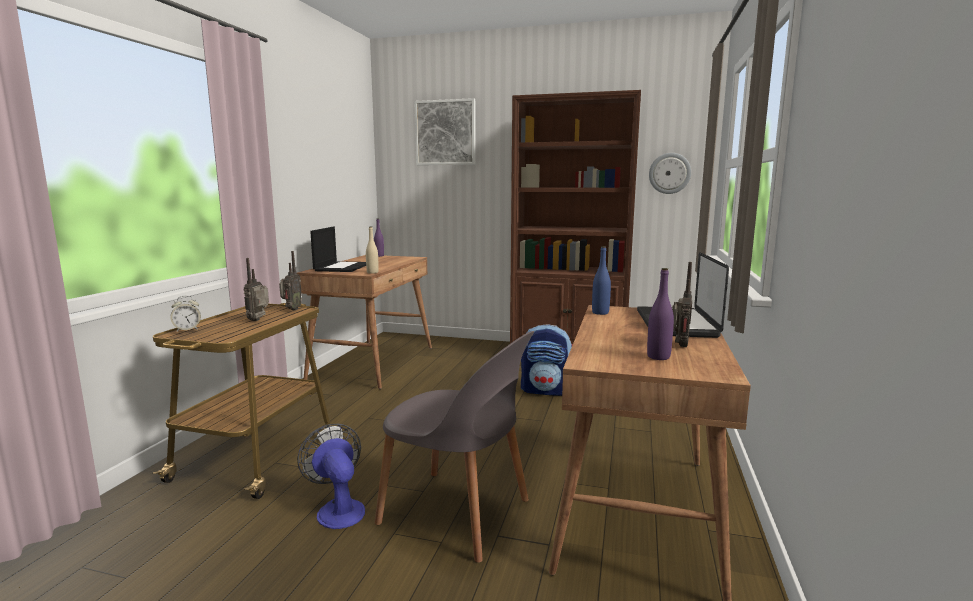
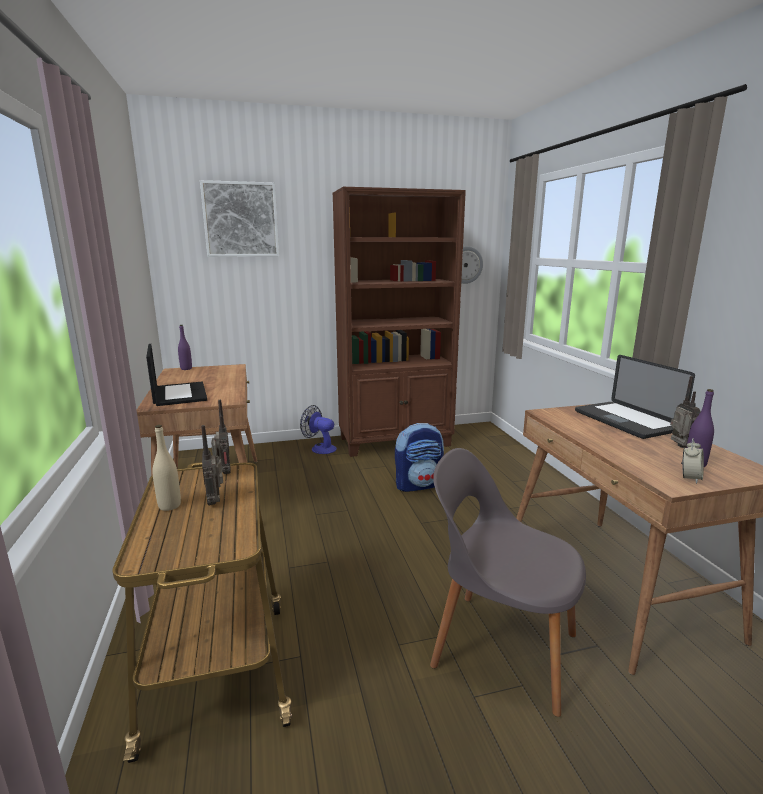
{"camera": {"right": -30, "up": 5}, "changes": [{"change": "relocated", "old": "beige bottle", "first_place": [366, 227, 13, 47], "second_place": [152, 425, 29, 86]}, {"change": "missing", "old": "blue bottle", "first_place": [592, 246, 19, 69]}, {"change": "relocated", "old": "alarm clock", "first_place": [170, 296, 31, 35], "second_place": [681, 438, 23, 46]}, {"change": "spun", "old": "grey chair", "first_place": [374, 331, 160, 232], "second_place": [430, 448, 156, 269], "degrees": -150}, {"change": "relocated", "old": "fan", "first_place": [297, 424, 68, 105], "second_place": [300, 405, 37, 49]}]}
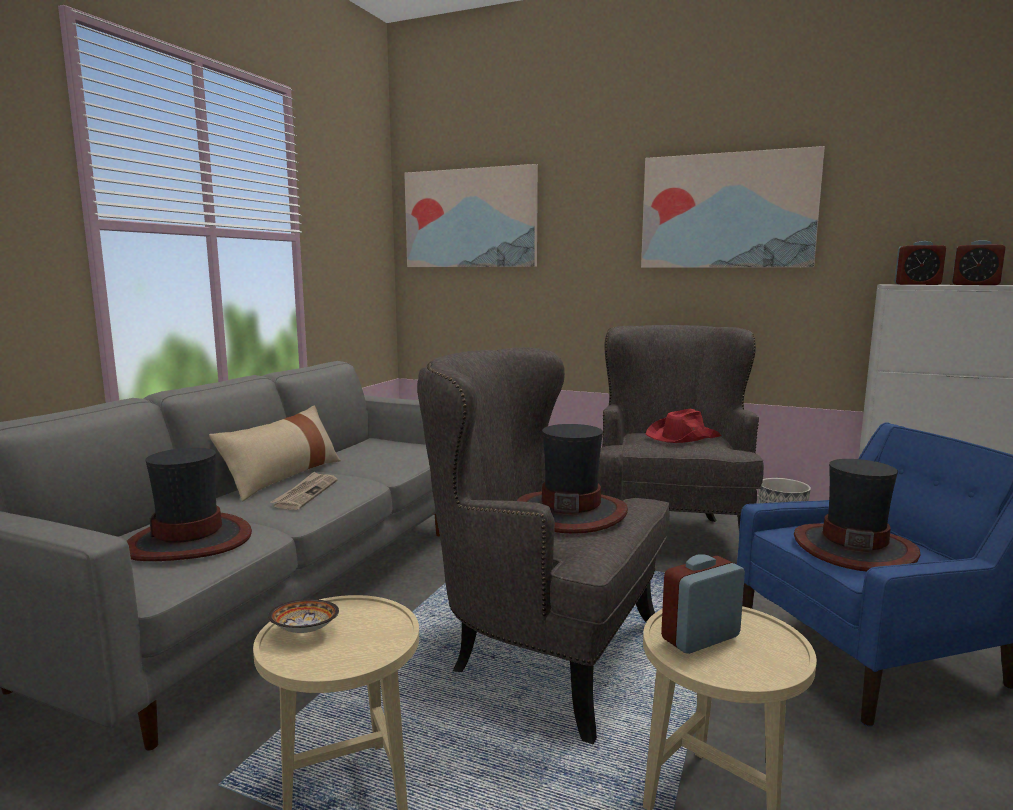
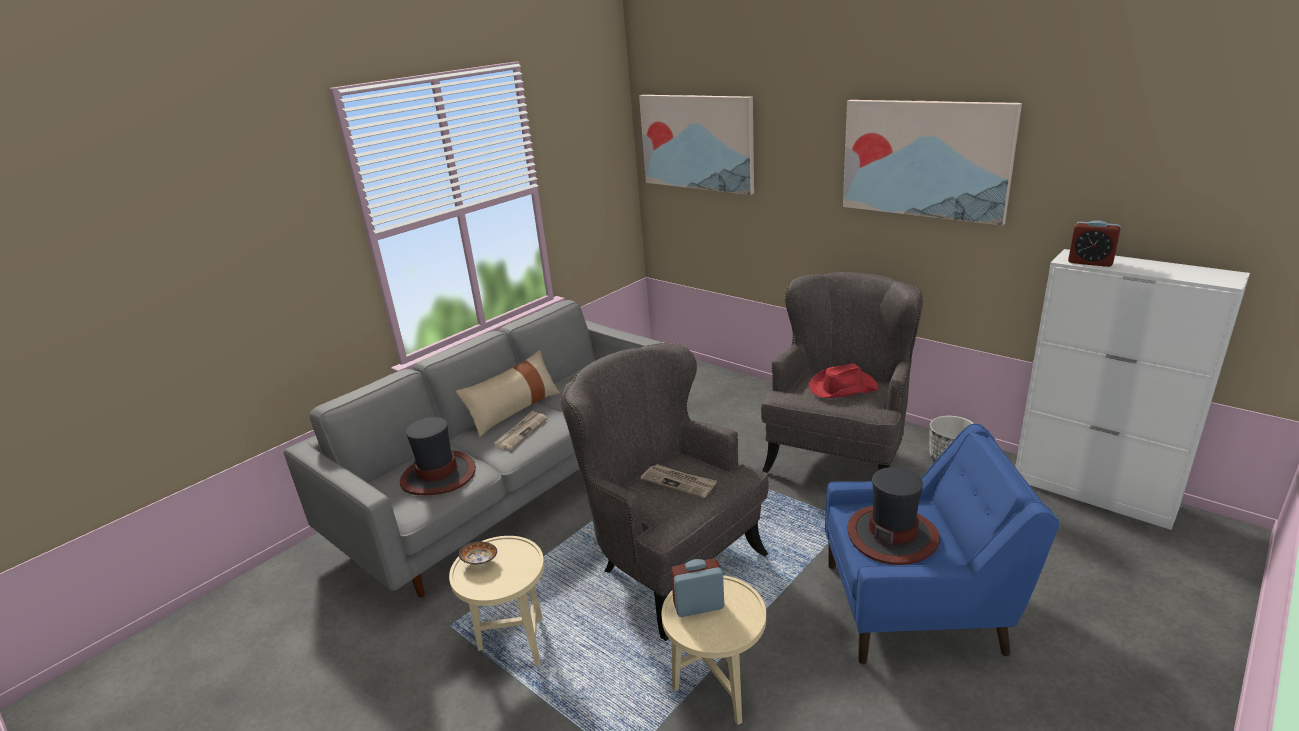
{"camera": {"right": 20, "up": 15}, "changes": [{"change": "missing", "old": "alarm clock", "first_place": [952, 240, 54, 45]}, {"change": "exchanged", "old": "hat", "new": "newspaper", "first_place": [517, 424, 111, 110], "second_place": [640, 464, 77, 34]}]}
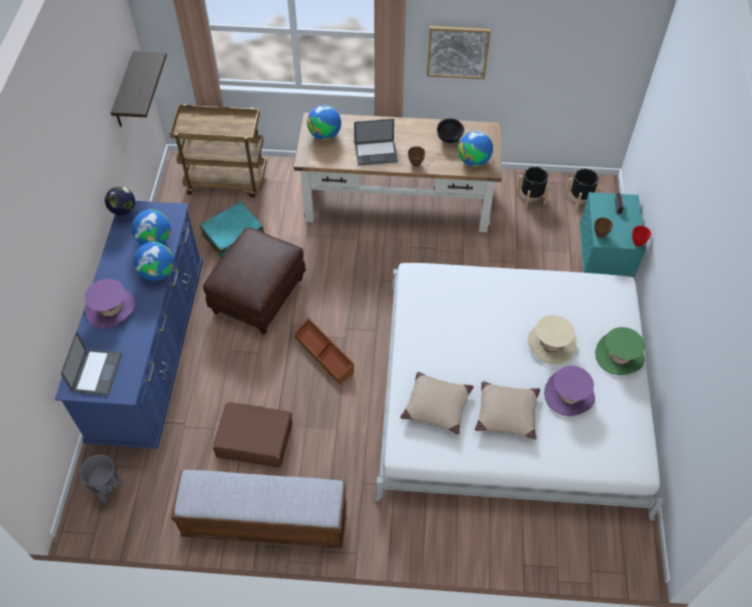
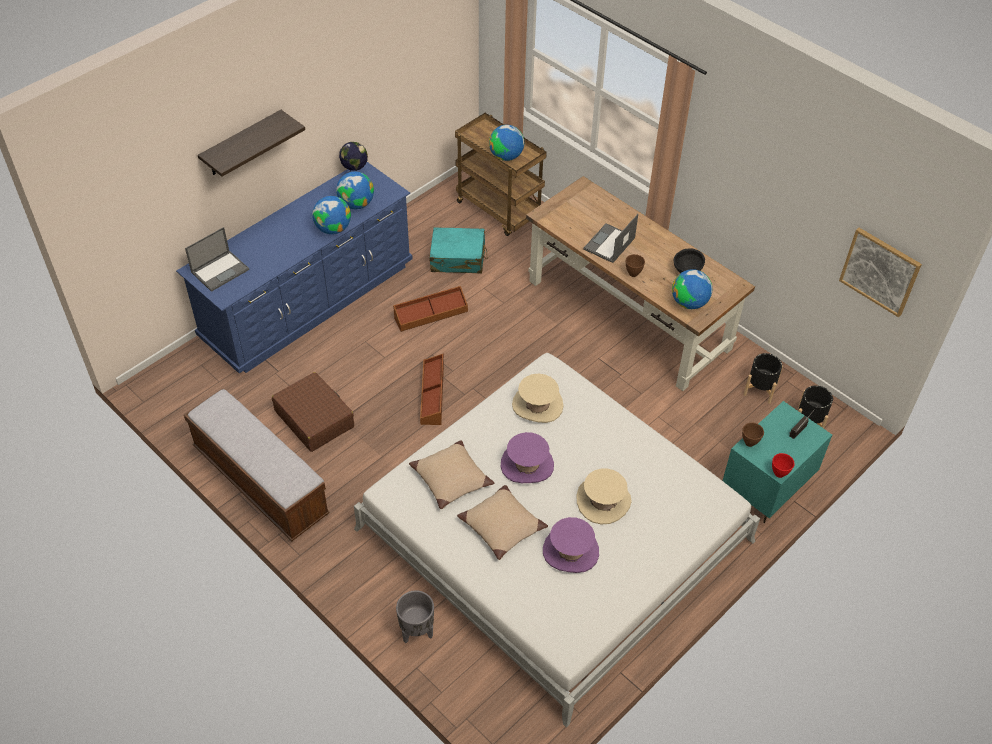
{"camera": {"right": 40, "up": -5}, "changes": [{"change": "relocated", "old": "picture", "first_place": [427, 26, 64, 53], "second_place": [839, 228, 83, 89]}, {"change": "relocated", "old": "shelf", "first_place": [111, 51, 56, 76], "second_place": [198, 110, 107, 67]}, {"change": "relocated", "old": "globe", "first_place": [307, 105, 34, 35], "second_place": [489, 125, 35, 36]}, {"change": "spun", "old": "laptop", "first_place": [354, 119, 44, 47], "second_place": [583, 214, 55, 49], "degrees": 90}, {"change": "exchanged", "old": "brown ottoman", "new": "brown storage box", "first_place": [203, 227, 103, 108], "second_place": [393, 286, 75, 46]}, {"change": "relocated", "old": "purple hat", "first_place": [84, 279, 52, 50], "second_place": [501, 432, 53, 51]}, {"change": "missing", "old": "green hat", "first_place": [595, 327, 50, 48]}, {"change": "relocated", "old": "grey planter", "first_place": [79, 455, 44, 48], "second_place": [396, 590, 38, 53]}, {"change": "appeared", "new": "beige hat", "second_place": [512, 374, 52, 49]}]}
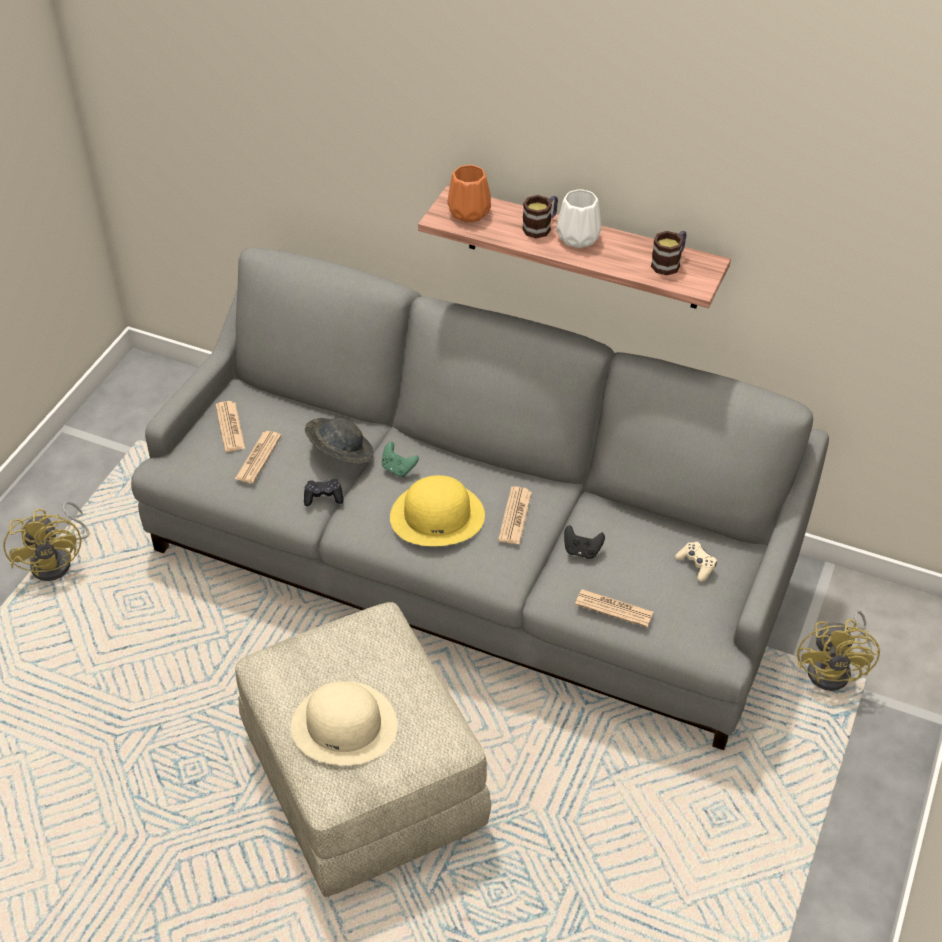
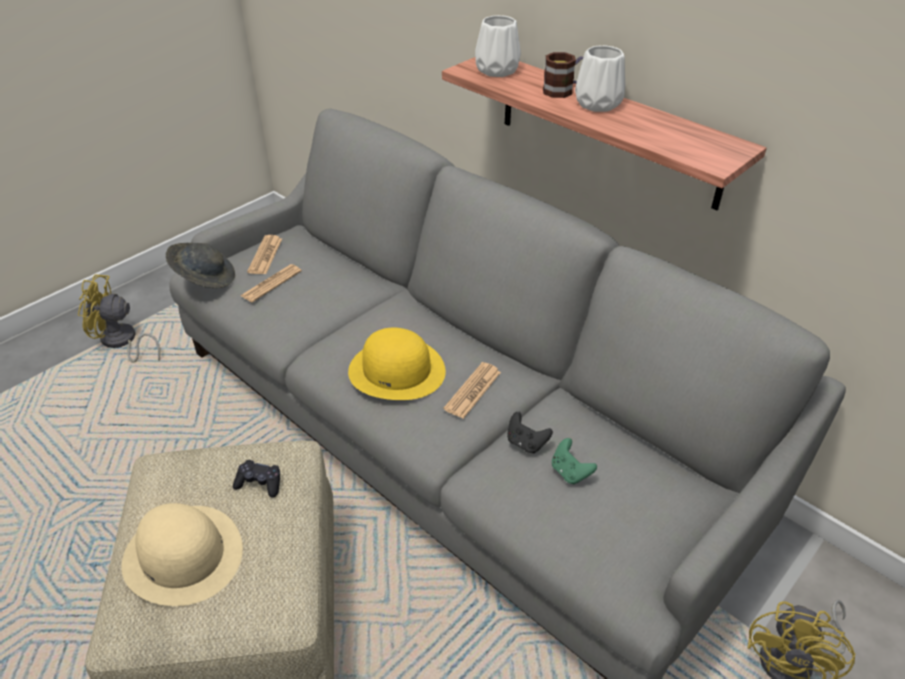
{"camera": {"right": 20, "up": -5}, "changes": [{"change": "colour", "old": "orange vase", "new": "white vase", "first_place": [447, 165, 44, 58], "second_place": [475, 15, 46, 62]}, {"change": "missing", "old": "mug", "first_place": [651, 231, 36, 44]}, {"change": "relocated", "old": "grey hat", "first_place": [305, 418, 69, 46], "second_place": [166, 243, 69, 45]}, {"change": "relocated", "old": "green game controller", "first_place": [382, 442, 37, 35], "second_place": [552, 438, 45, 46]}, {"change": "relocated", "old": "black game controller", "first_place": [304, 479, 40, 27], "second_place": [233, 460, 47, 38]}, {"change": "spun", "old": "yellow fan", "first_place": [3, 502, 87, 79], "second_place": [78, 274, 82, 89], "degrees": 90}, {"change": "missing", "old": "beige game controller", "first_place": [675, 542, 42, 40]}, {"change": "missing", "old": "newspaper", "first_place": [575, 589, 79, 38]}]}
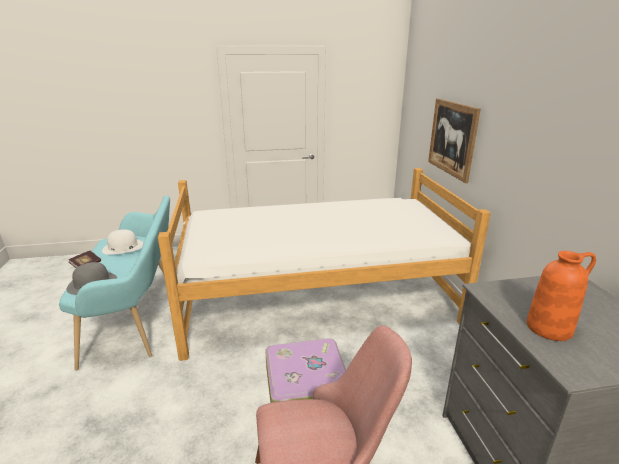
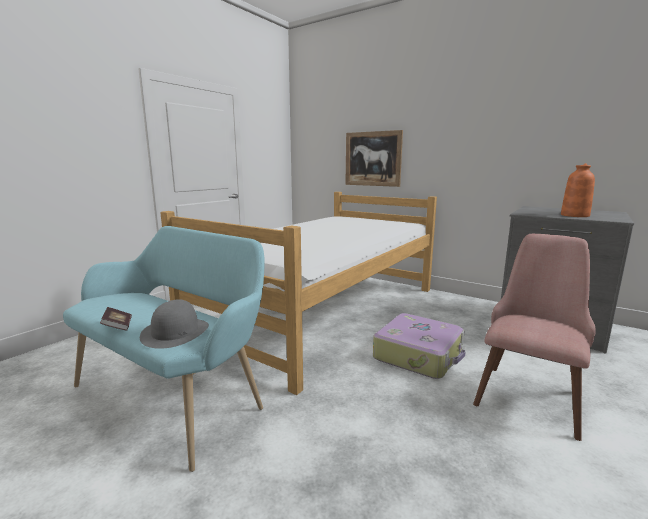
{"camera": {"right": -45, "up": -10}, "changes": [{"change": "missing", "old": "white hat", "first_place": [102, 229, 41, 26]}]}
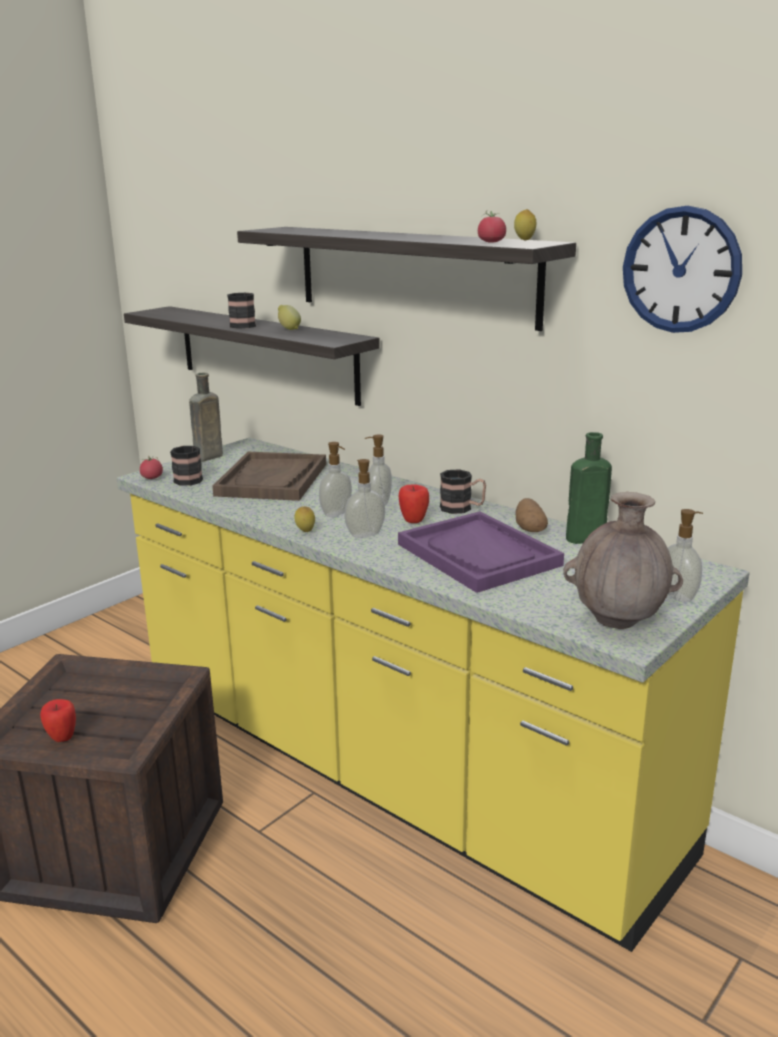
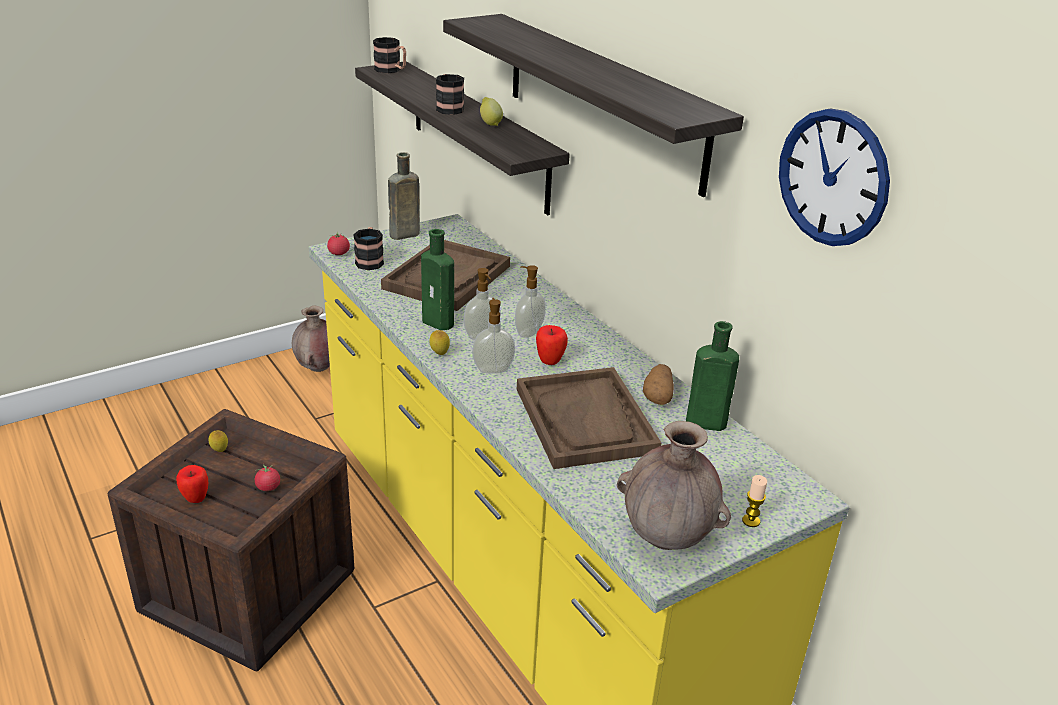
{"camera": {"right": 15, "up": 10}, "changes": [{"change": "relocated", "old": "lemon", "first_place": [514, 209, 22, 32], "second_place": [208, 430, 20, 22]}, {"change": "relocated", "old": "tomato", "first_place": [478, 211, 28, 32], "second_place": [255, 464, 25, 27]}, {"change": "relocated", "old": "mug", "first_place": [440, 469, 46, 45], "second_place": [373, 37, 33, 36]}, {"change": "exchanged", "old": "soap dispenser", "new": "candle", "first_place": [668, 509, 35, 93], "second_place": [742, 475, 25, 52]}, {"change": "colour", "old": "purple tray", "new": "brown tray", "first_place": [398, 511, 166, 82], "second_place": [517, 367, 145, 102]}, {"change": "appeared", "new": "green bottle", "second_place": [421, 229, 33, 101]}, {"change": "appeared", "new": "brown vase", "second_place": [292, 306, 38, 66]}]}
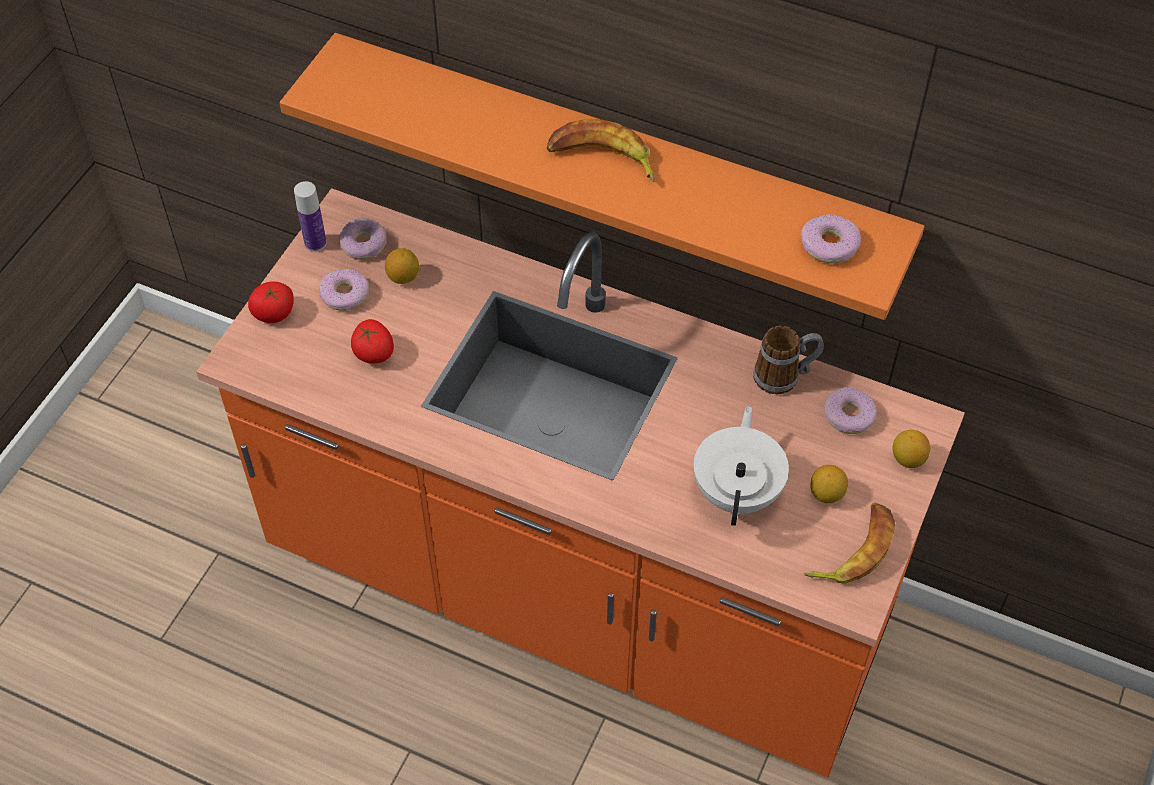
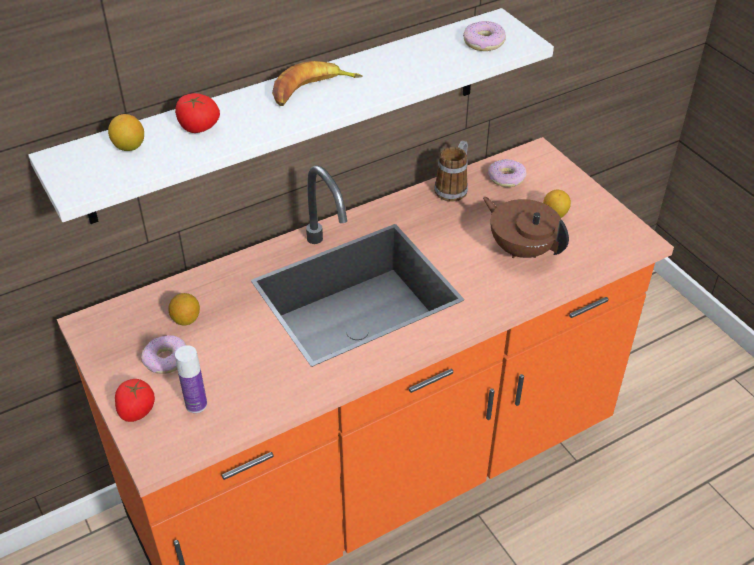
{"camera": {"right": -55, "up": -10}, "changes": [{"change": "colour", "old": "orange shelf", "new": "white shelf", "first_place": [280, 33, 645, 287], "second_place": [28, 8, 526, 216]}, {"change": "relocated", "old": "bottle", "first_place": [294, 181, 33, 71], "second_place": [175, 345, 32, 68]}, {"change": "missing", "old": "donut", "first_place": [339, 218, 48, 42]}, {"change": "relocated", "old": "tomato", "first_place": [351, 319, 43, 44], "second_place": [175, 93, 45, 40]}, {"change": "colour", "old": "white teapot", "new": "brown teapot", "first_place": [694, 406, 95, 120], "second_place": [483, 197, 86, 61]}, {"change": "relocated", "old": "lemon", "first_place": [892, 430, 38, 38], "second_place": [108, 114, 36, 37]}, {"change": "missing", "old": "banana", "first_place": [804, 503, 91, 81]}]}
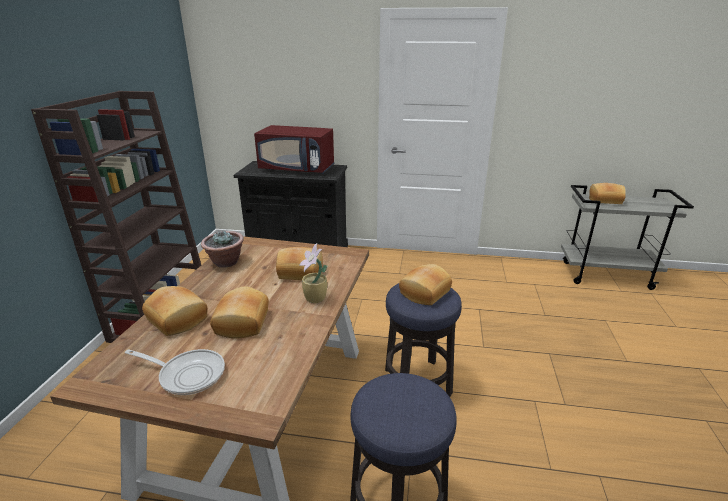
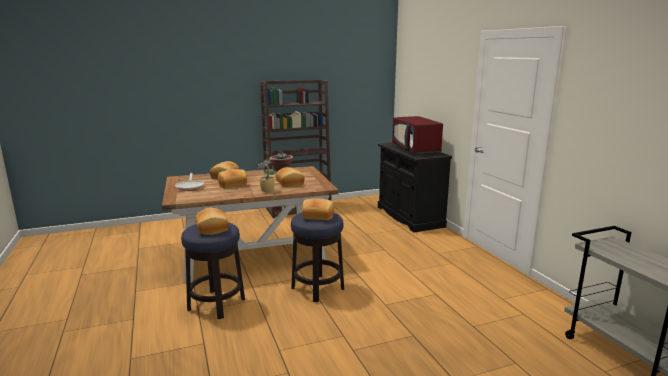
{"camera": {"right": 60, "up": -10}, "changes": [{"change": "relocated", "old": "bread", "first_place": [589, 183, 37, 21], "second_place": [195, 207, 34, 28]}]}
